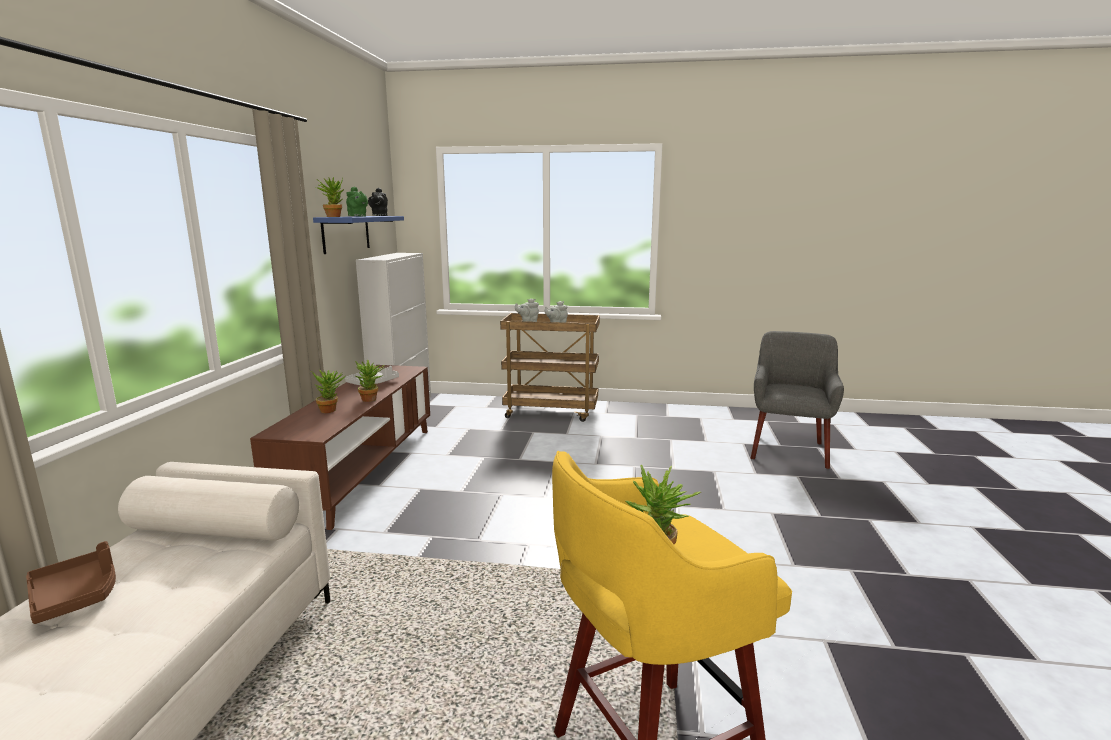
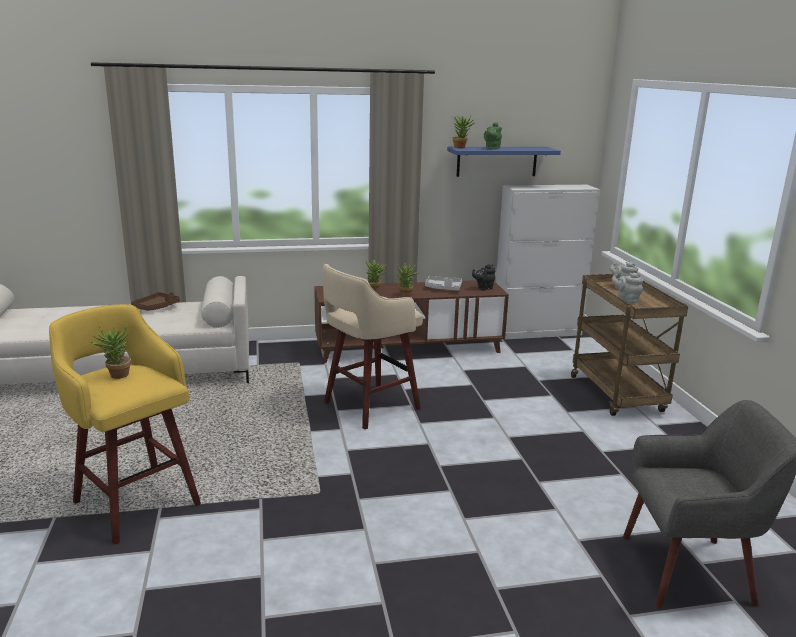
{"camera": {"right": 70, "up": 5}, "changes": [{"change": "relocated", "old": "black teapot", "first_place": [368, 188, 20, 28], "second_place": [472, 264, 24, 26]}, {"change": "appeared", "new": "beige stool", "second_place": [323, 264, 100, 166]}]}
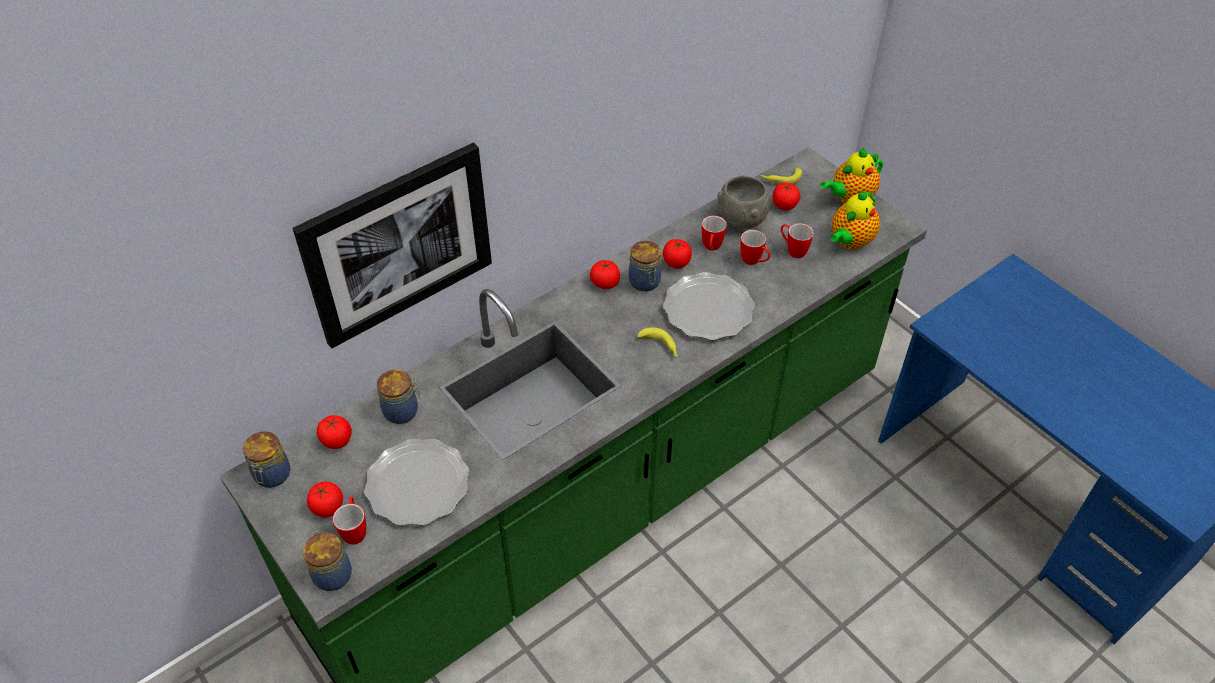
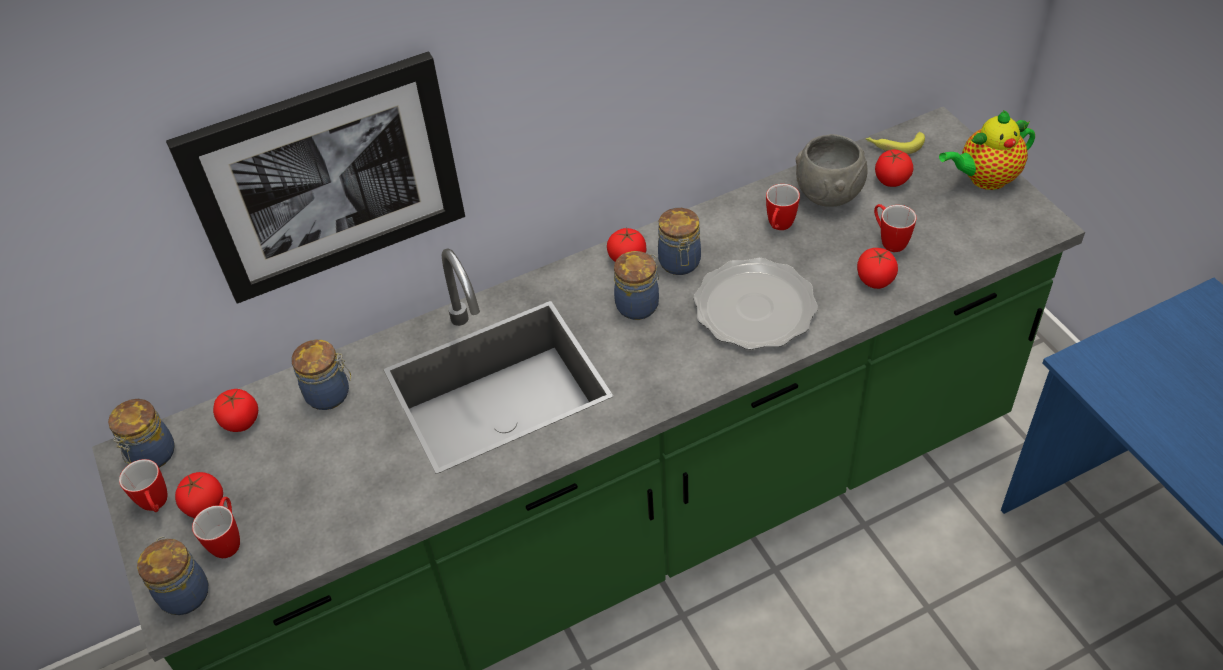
{"camera": {"right": 15, "up": 0}, "changes": [{"change": "missing", "old": "teapot", "first_place": [831, 191, 49, 59]}, {"change": "relocated", "old": "mug", "first_place": [740, 230, 30, 35], "second_place": [119, 459, 49, 53]}, {"change": "relocated", "old": "tomato", "first_place": [663, 239, 29, 30], "second_place": [857, 248, 41, 41]}, {"change": "missing", "old": "banana", "first_place": [638, 327, 40, 31]}, {"change": "missing", "old": "plate", "first_place": [364, 439, 105, 87]}, {"change": "appeared", "new": "jar", "second_place": [614, 251, 45, 69]}]}
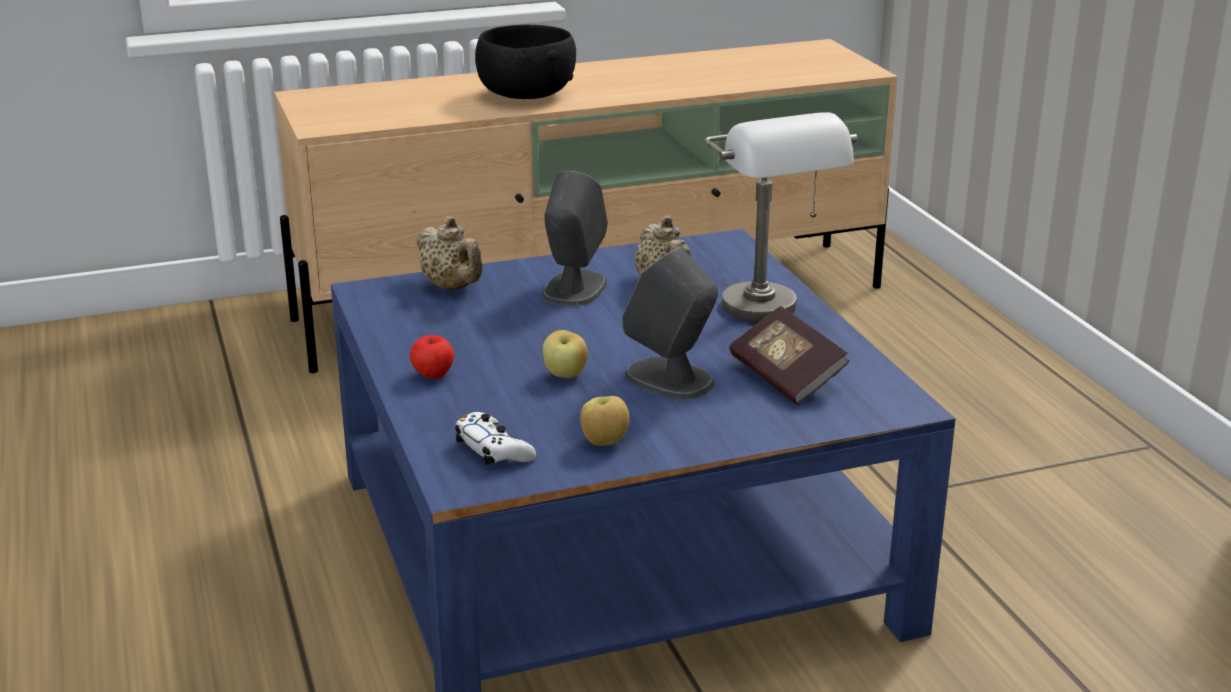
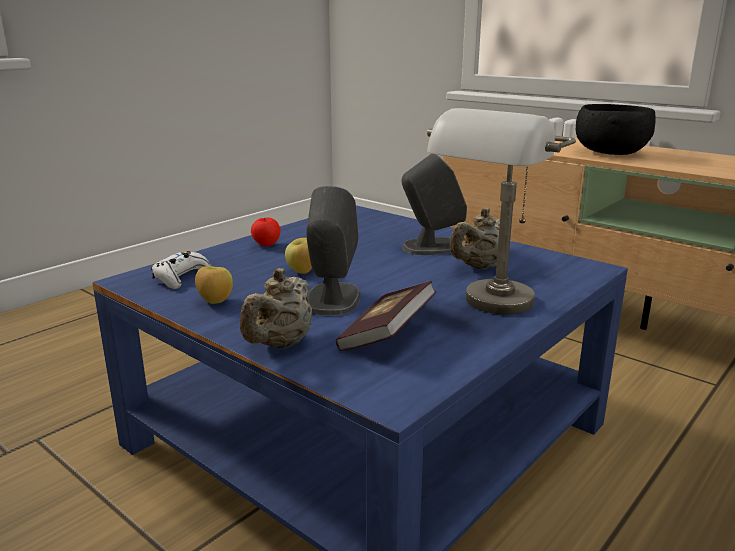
{"camera": {"right": 60, "up": -5}, "changes": [{"change": "relocated", "old": "beige teapot", "first_place": [416, 216, 67, 74], "second_place": [240, 268, 72, 80]}]}
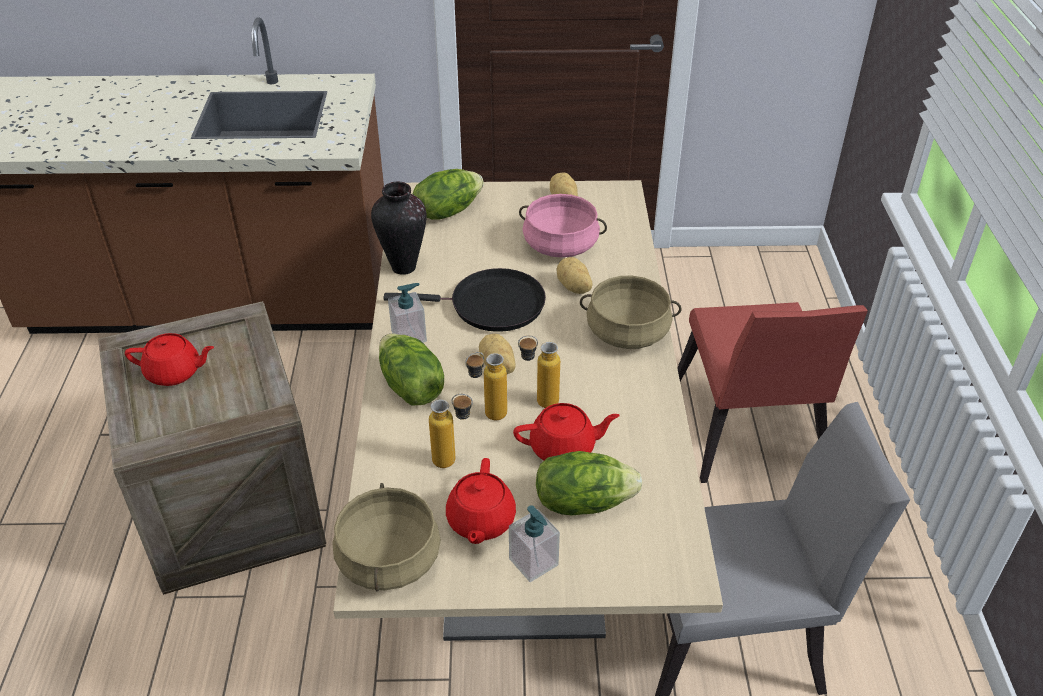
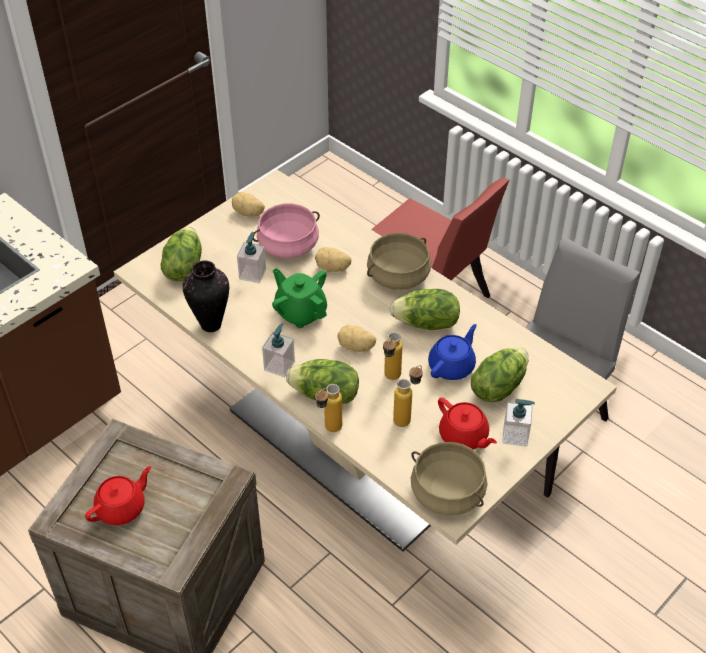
{"camera": {"right": -45, "up": 5}, "changes": [{"change": "exchanged", "old": "black frying pan", "new": "green teapot", "first_place": [383, 268, 163, 64], "second_place": [272, 268, 55, 60]}, {"change": "relocated", "old": "bottle", "first_place": [518, 335, 42, 73], "second_place": [315, 384, 27, 48]}, {"change": "colour", "old": "red teapot", "new": "blue teapot", "first_place": [513, 403, 107, 58], "second_place": [428, 324, 49, 56]}, {"change": "appeared", "new": "soap dispenser", "second_place": [237, 232, 29, 51]}, {"change": "appeared", "new": "lettuce", "second_place": [390, 289, 70, 41]}]}
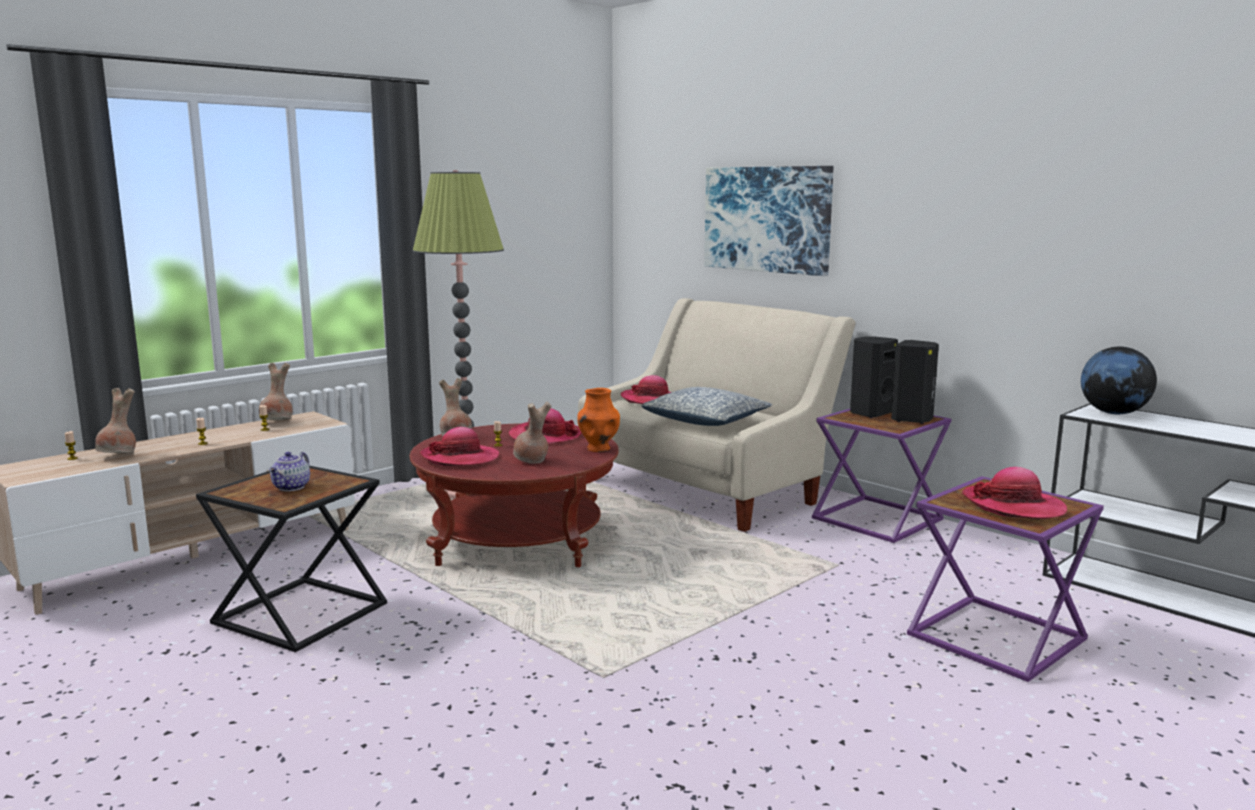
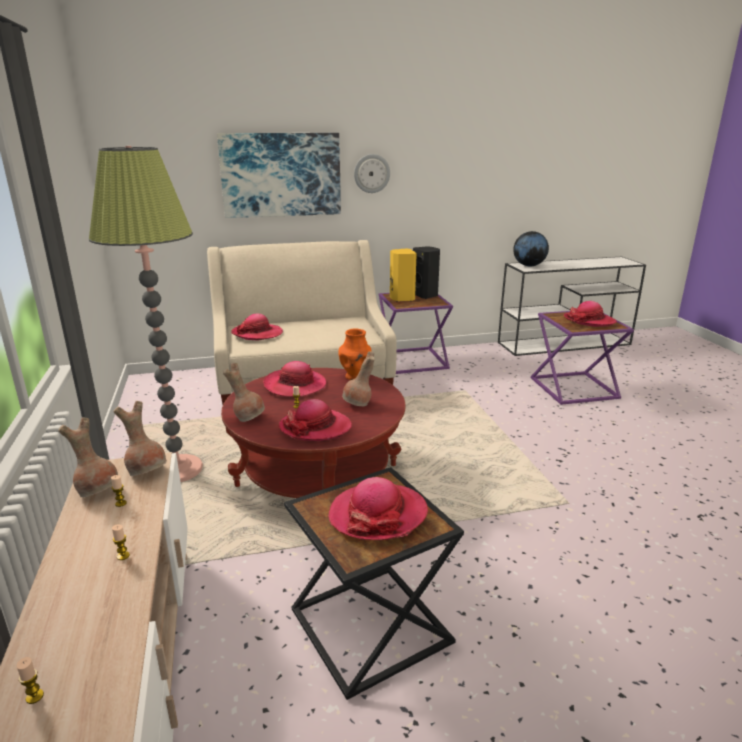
{"camera": {"right": -60, "up": 10}, "changes": [{"change": "colour", "old": "black speaker", "new": "yellow speaker", "first_place": [850, 336, 48, 82], "second_place": [390, 249, 27, 53]}, {"change": "missing", "old": "pillow", "first_place": [642, 387, 130, 39]}, {"change": "relocated", "old": "brown vase", "first_place": [95, 388, 41, 65], "second_place": [114, 401, 53, 75]}, {"change": "exchanged", "old": "teapot", "new": "hat", "first_place": [269, 452, 41, 39], "second_place": [328, 477, 100, 63]}, {"change": "appeared", "new": "wall clock", "second_place": [354, 154, 36, 39]}]}
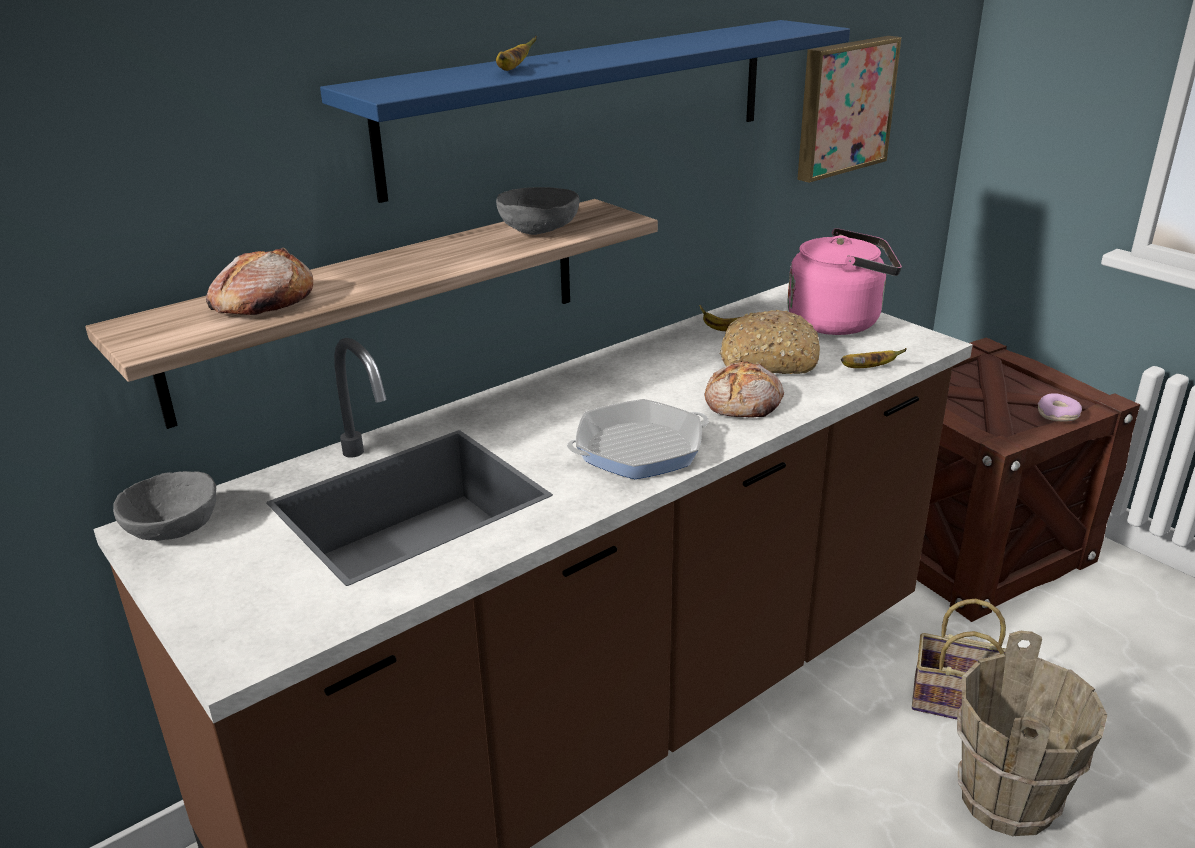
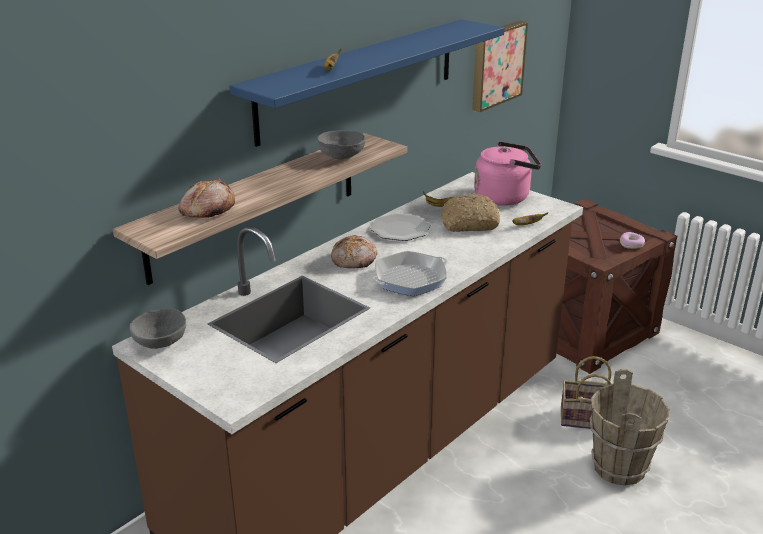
{"camera": {"right": -10, "up": 0}, "changes": [{"change": "relocated", "old": "bread", "first_place": [705, 361, 79, 56], "second_place": [331, 235, 47, 33]}, {"change": "appeared", "new": "plate", "second_place": [370, 213, 61, 28]}]}
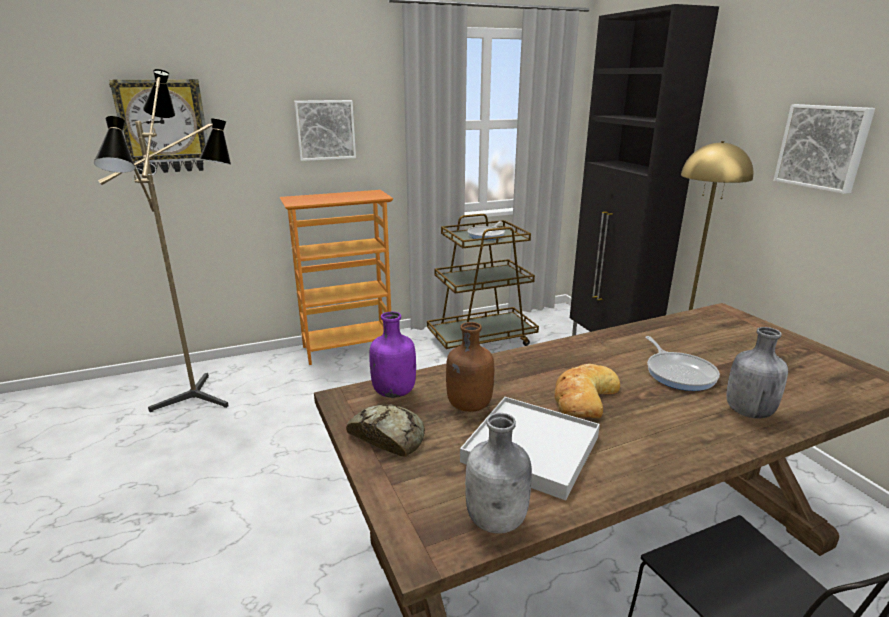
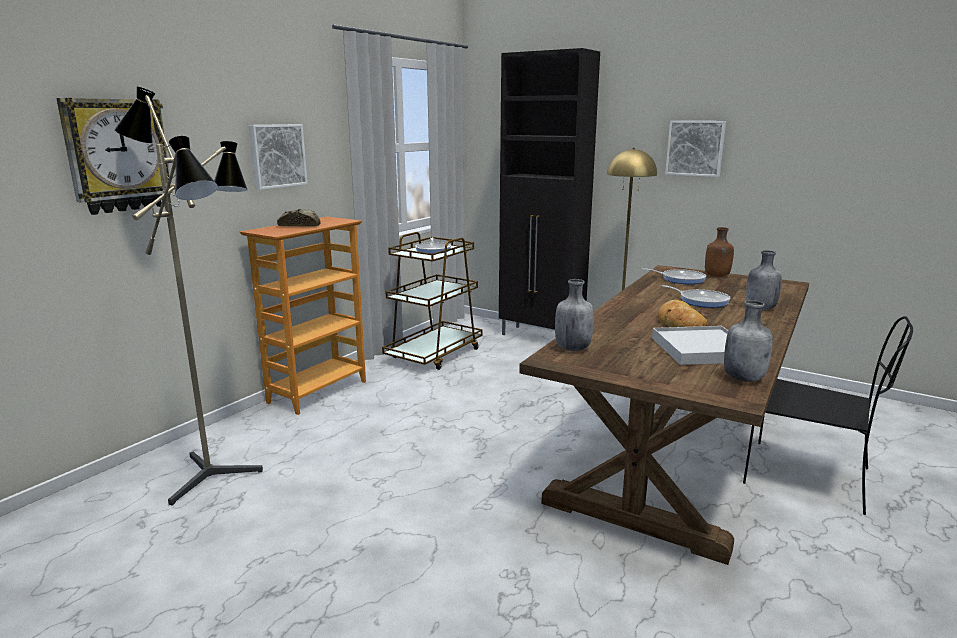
{"camera": {"right": -35, "up": -5}, "changes": [{"change": "colour", "old": "purple bottle", "new": "grey bottle", "first_place": [369, 312, 47, 86], "second_place": [555, 279, 39, 72]}, {"change": "relocated", "old": "brown bottle", "first_place": [446, 322, 48, 90], "second_place": [705, 227, 29, 50]}, {"change": "relocated", "old": "bread", "first_place": [346, 404, 79, 53], "second_place": [277, 209, 44, 18]}, {"change": "appeared", "new": "frying pan", "second_place": [642, 268, 64, 16]}]}
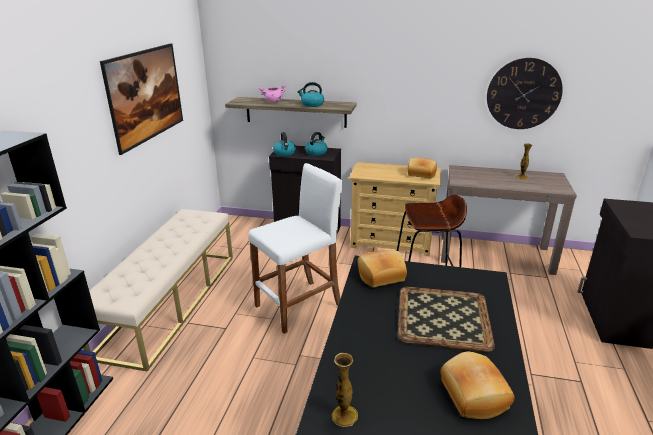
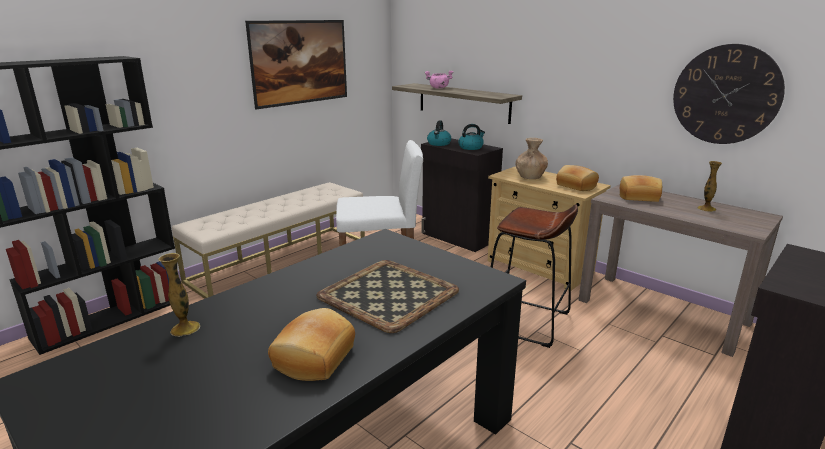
{"camera": {"right": 30, "up": -5}, "changes": [{"change": "missing", "old": "kettle", "first_place": [297, 82, 27, 25]}, {"change": "relocated", "old": "bread", "first_place": [357, 250, 50, 37], "second_place": [620, 175, 42, 27]}, {"change": "appeared", "new": "brown vase", "second_place": [515, 138, 33, 41]}]}
